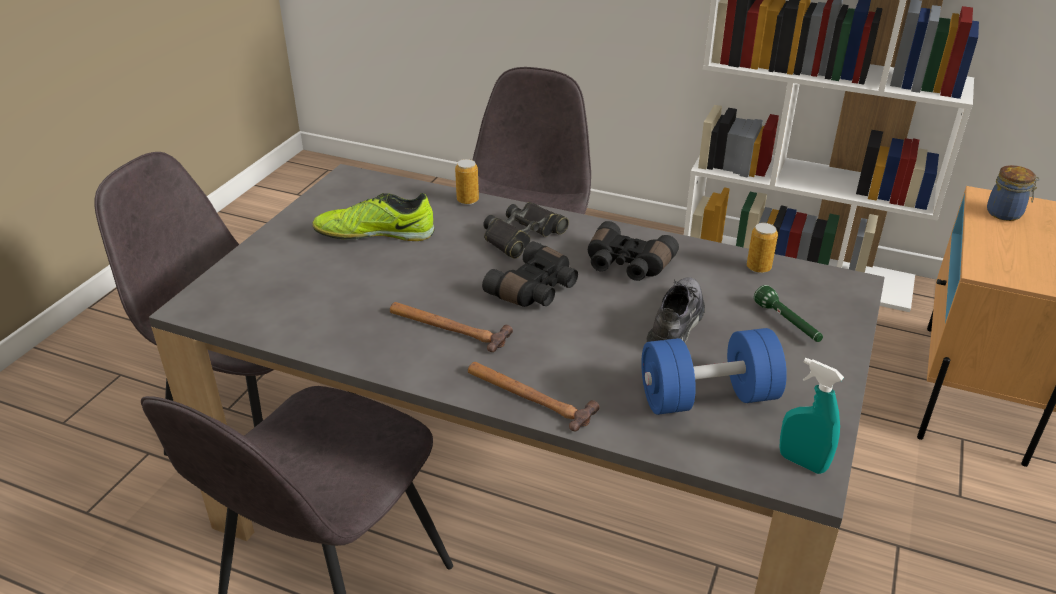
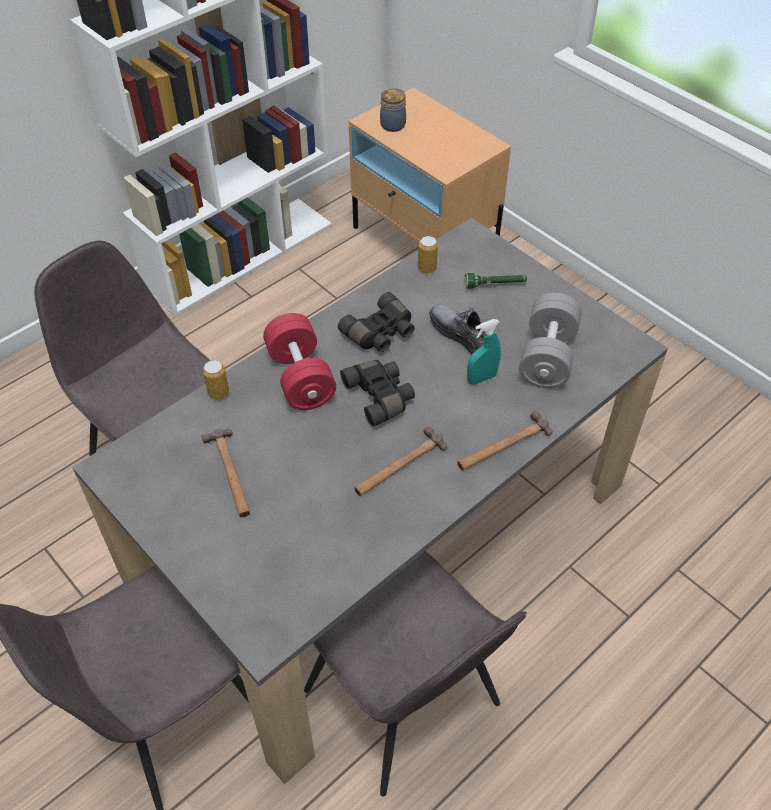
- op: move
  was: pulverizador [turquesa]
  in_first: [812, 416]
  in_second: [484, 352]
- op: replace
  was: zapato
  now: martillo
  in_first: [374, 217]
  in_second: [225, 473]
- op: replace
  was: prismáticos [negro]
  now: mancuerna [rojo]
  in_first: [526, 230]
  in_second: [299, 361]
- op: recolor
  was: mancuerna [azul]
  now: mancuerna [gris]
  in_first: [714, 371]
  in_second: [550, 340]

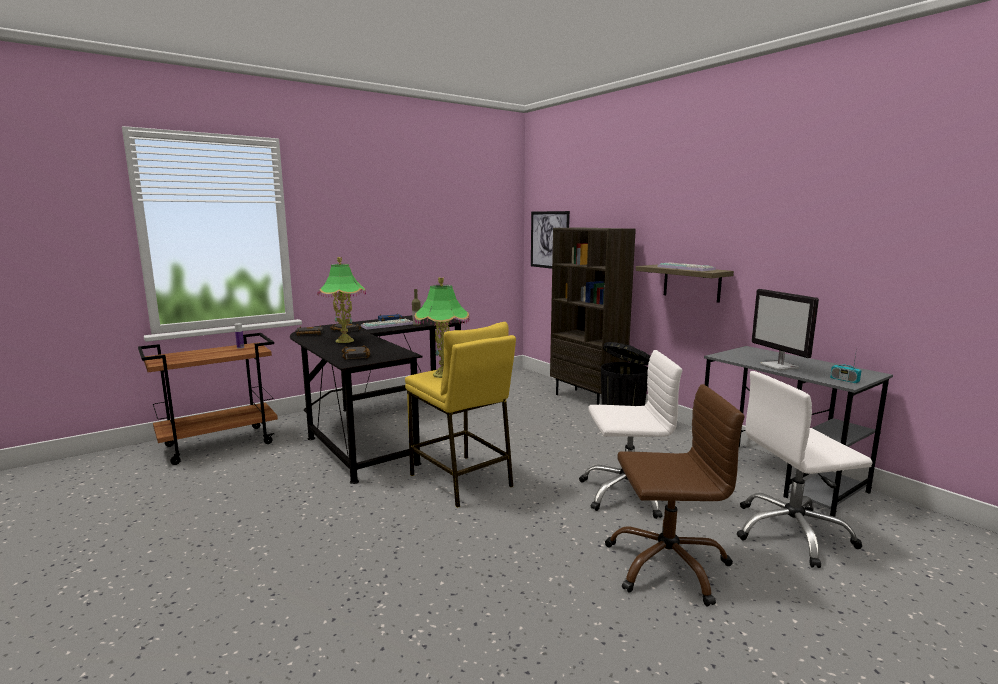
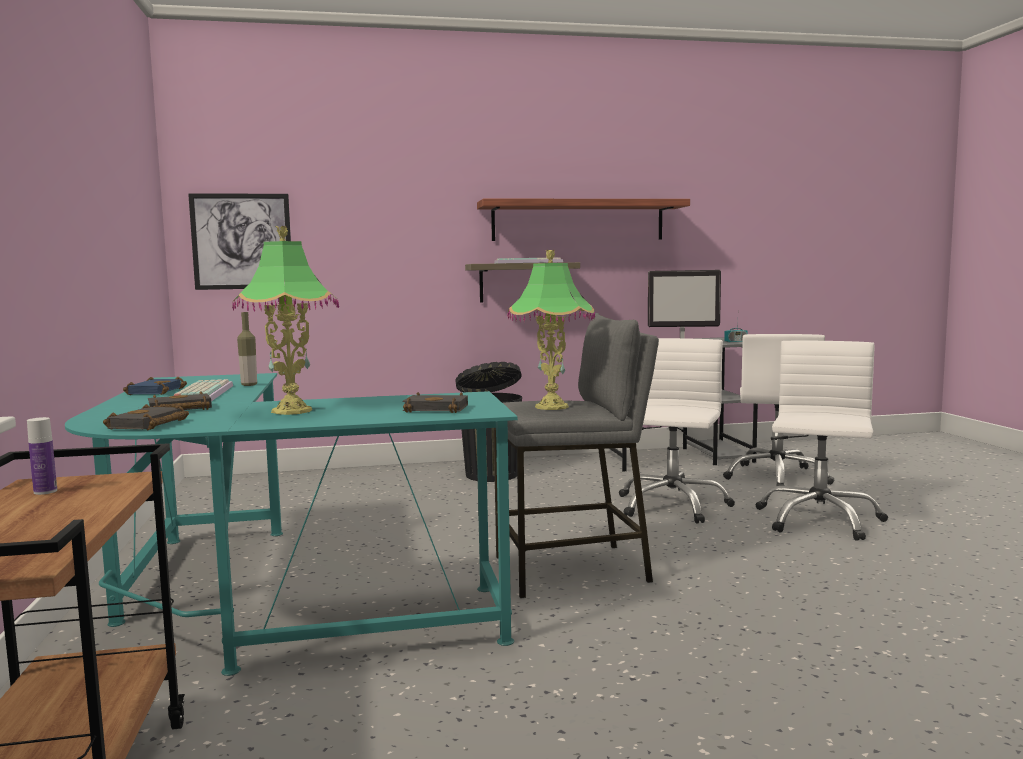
- op: delete
  was: estantería [marrón]
  in_first: [593, 316]
- op: insert
  now: estante
  in_second: [583, 220]
- op: recolor
  was: escritorio [negro]
  now: escritorio [turquesa]
  in_first: [377, 399]
  in_second: [291, 524]
- op: recolor
  was: taburete [amarillo]
  now: taburete [gris]
  in_first: [460, 415]
  in_second: [576, 455]
- op: recolor
  was: silla de oficina [marrón]
  now: silla de oficina [blanco]
  in_first: [675, 495]
  in_second: [822, 441]

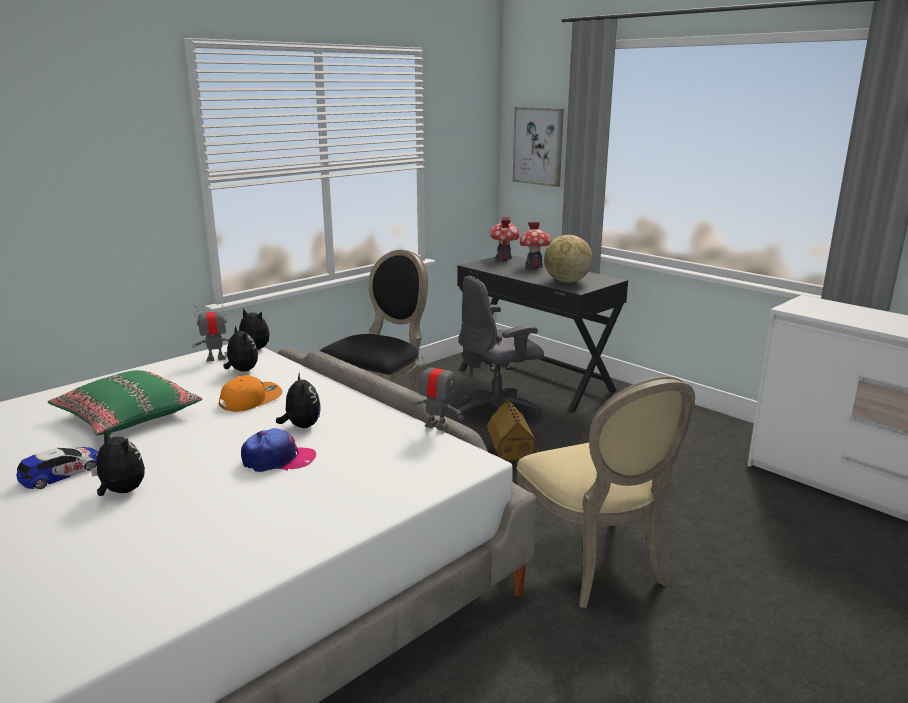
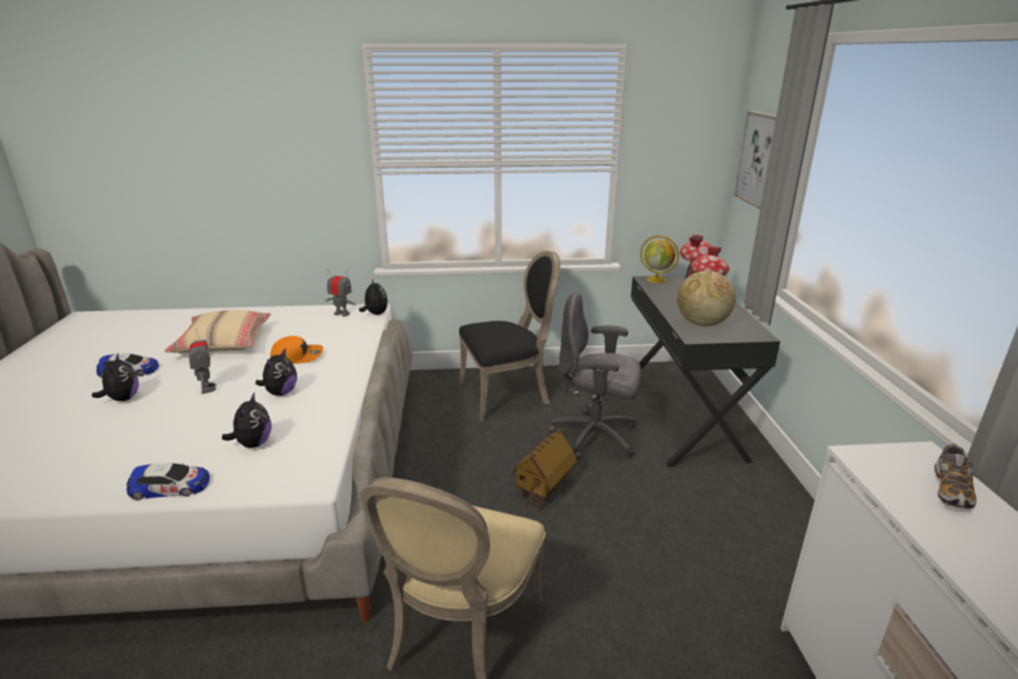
- op: delete
  was: gorra
  in_first: [278, 450]
- op: insert
  now: coche de juguete
  in_second: [168, 482]
- op: insert
  now: globo terráqueo
  in_second: [659, 259]
- op: insert
  now: zapato
  in_second: [955, 476]
- op: move
  was: peluche
  in_first: [240, 348]
  in_second: [246, 420]
- op: move
  was: robot de juguete
  in_first: [437, 394]
  in_second: [203, 361]
- op: recolor
  was: cojín [verde]
  now: cojín [beis]
  in_first: [125, 402]
  in_second: [217, 332]

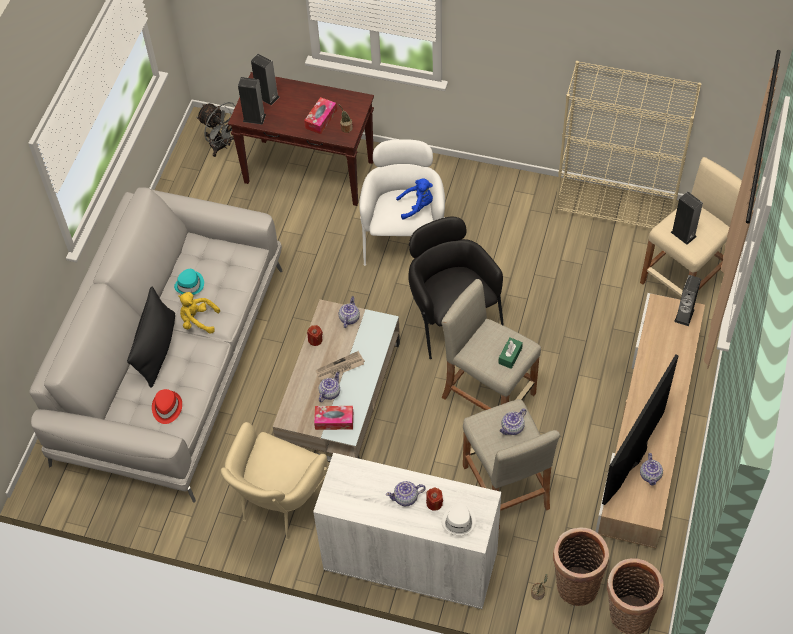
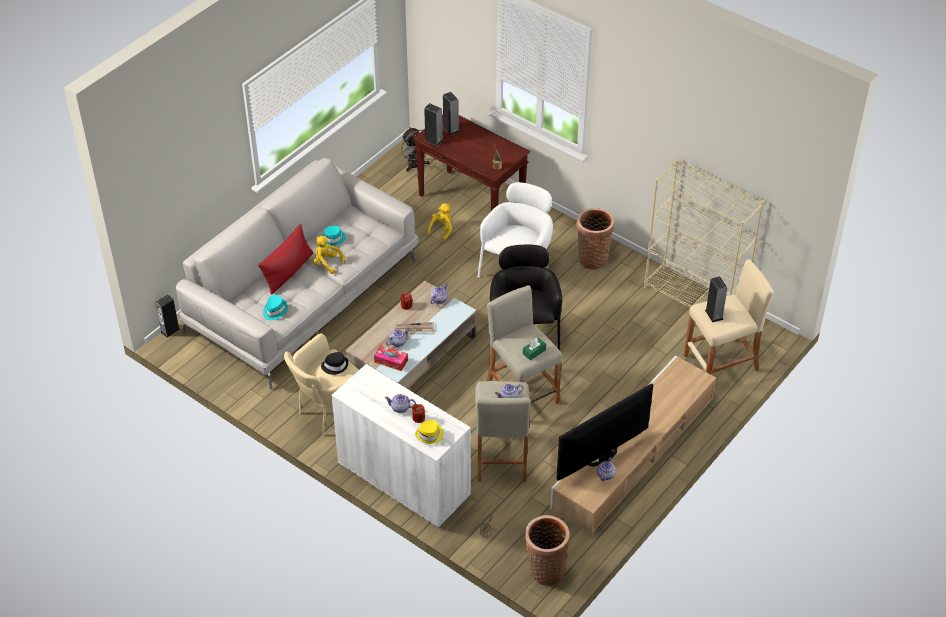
- op: delete
  was: caja de pañuelos
  in_first: [320, 115]
- op: delete
  was: peluche [azul]
  in_first: [414, 198]
- op: insert
  now: sombrero [negro]
  in_second: [334, 363]
- op: insert
  now: peluche [amarillo]
  in_second: [439, 222]
- op: move
  was: cesta
  in_first: [581, 567]
  in_second: [595, 239]
- op: move
  was: altavoz
  in_first: [687, 300]
  in_second: [167, 316]
- op: recolor
  was: cojín [negro]
  now: cojín [rojo]
  in_first: [151, 337]
  in_second: [286, 259]
- op: recolor
  was: sombrero [rojo]
  now: sombrero [turquesa]
  in_first: [167, 406]
  in_second: [275, 307]
- op: recolor
  was: sombrero [blanco]
  now: sombrero [amarillo]
  in_first: [459, 519]
  in_second: [429, 432]

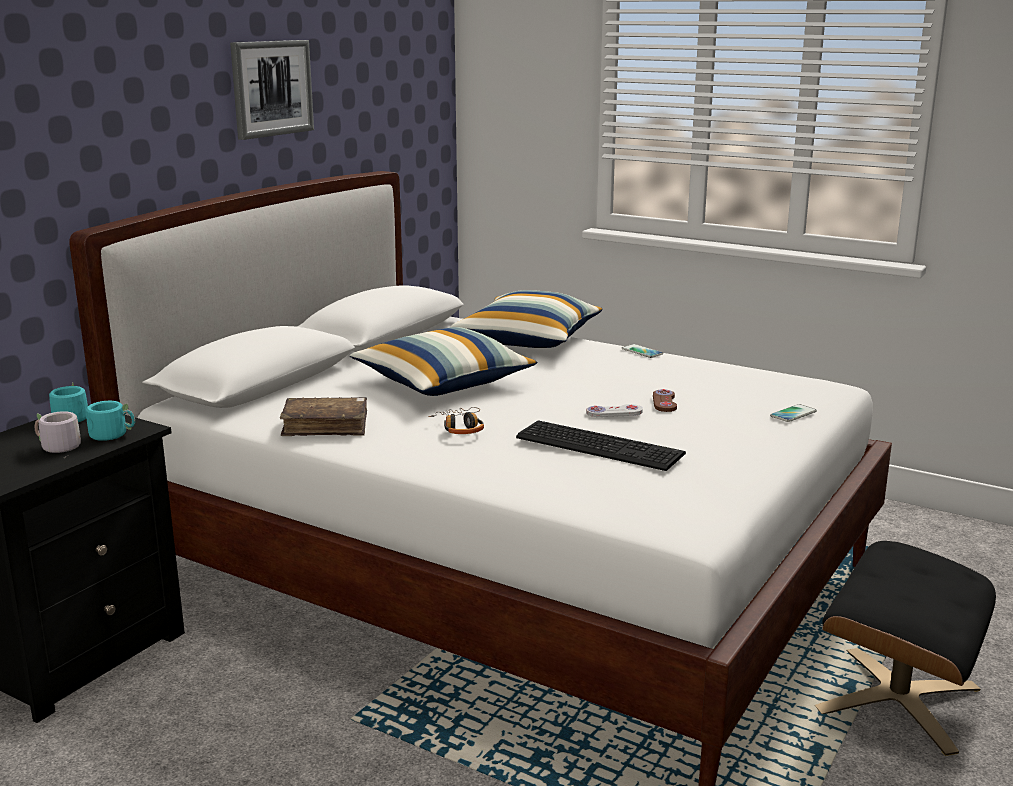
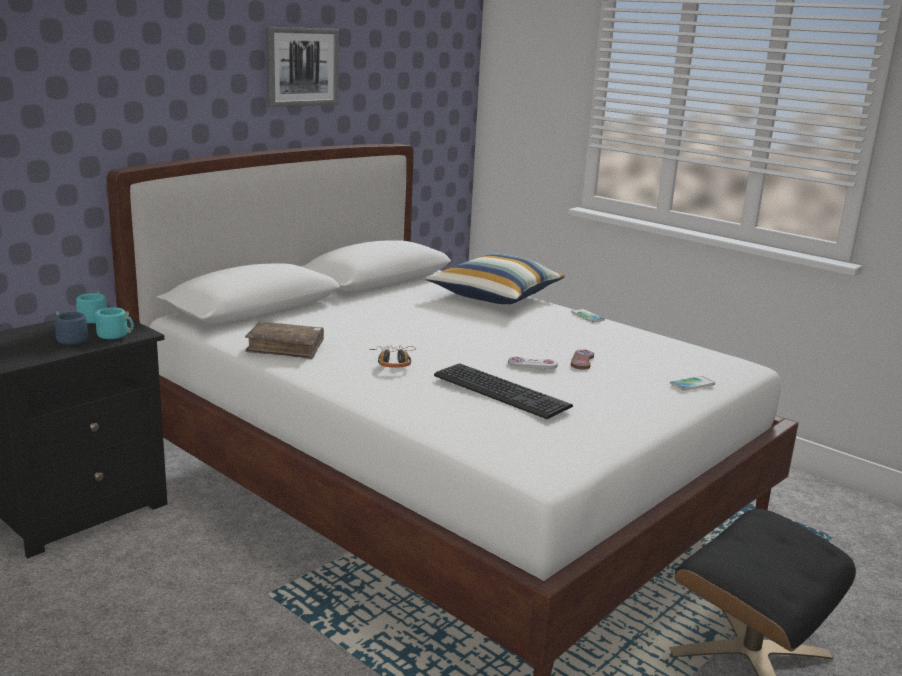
- op: delete
  was: cojín
  in_first: [443, 361]
- op: recolor
  was: taza grande [gris]
  now: taza grande [azul]
  in_first: [58, 434]
  in_second: [71, 330]

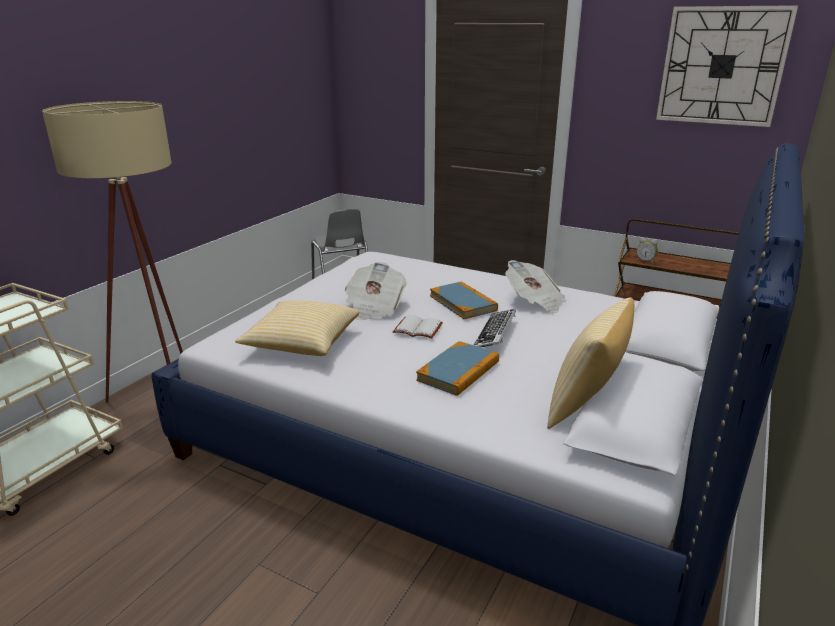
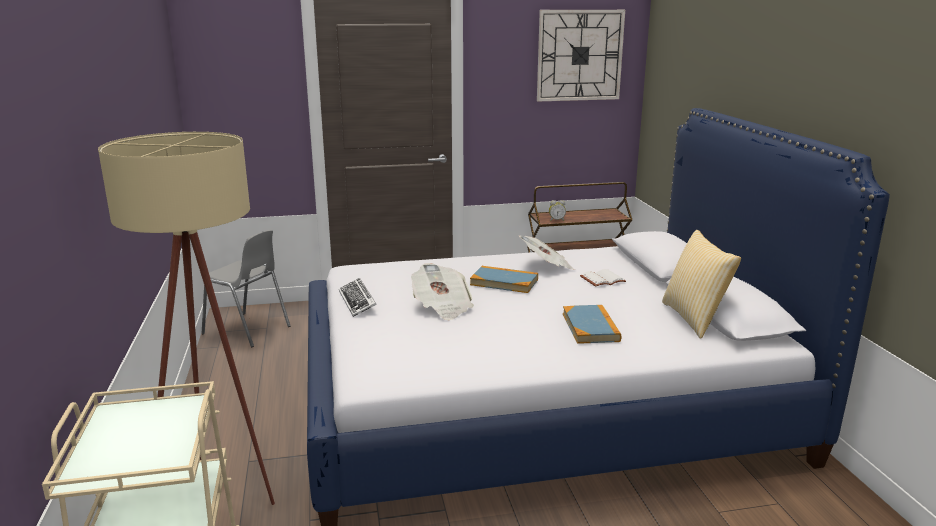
- op: delete
  was: cojín
  in_first: [297, 328]
- op: move
  was: libro [blanco]
  in_first: [418, 327]
  in_second: [603, 278]
- op: move
  was: teclado
  in_first: [495, 328]
  in_second: [358, 297]

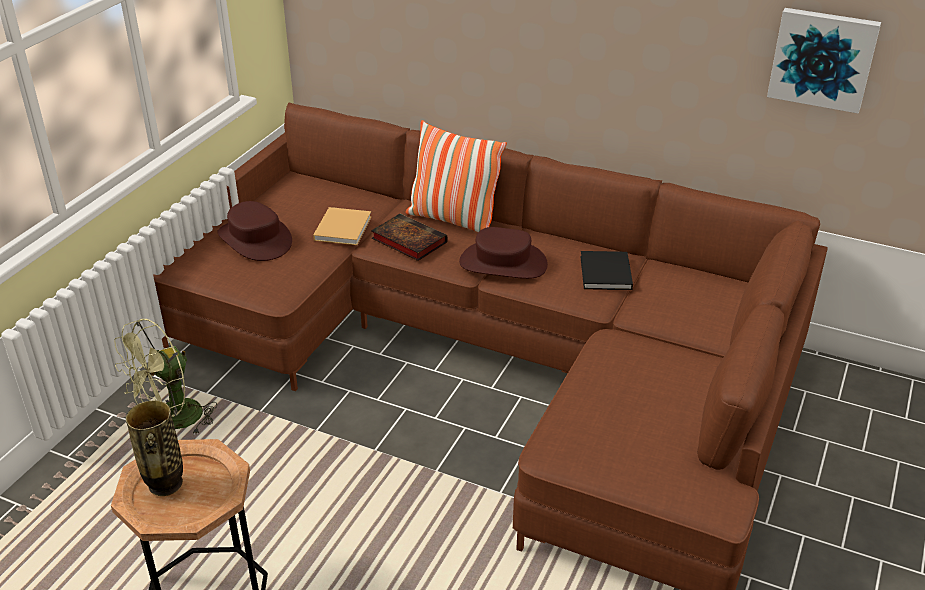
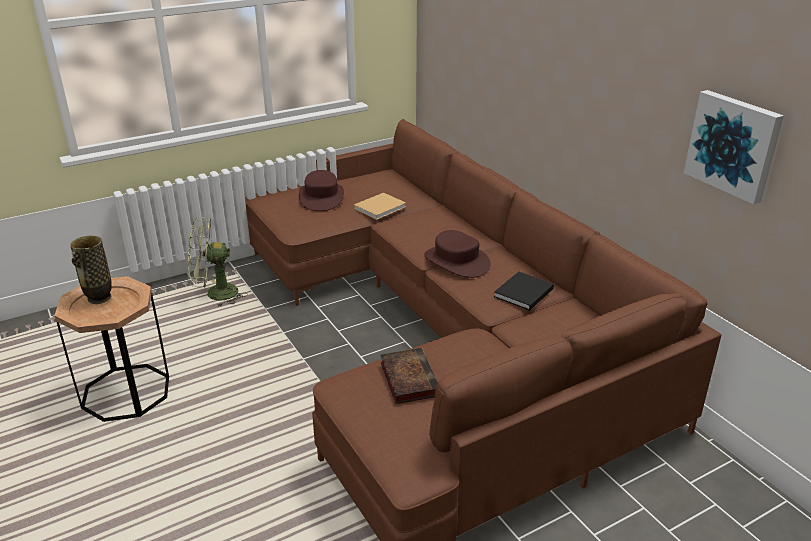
- op: delete
  was: cojín
  in_first: [456, 176]
- op: move
  was: libro
  in_first: [409, 237]
  in_second: [409, 376]

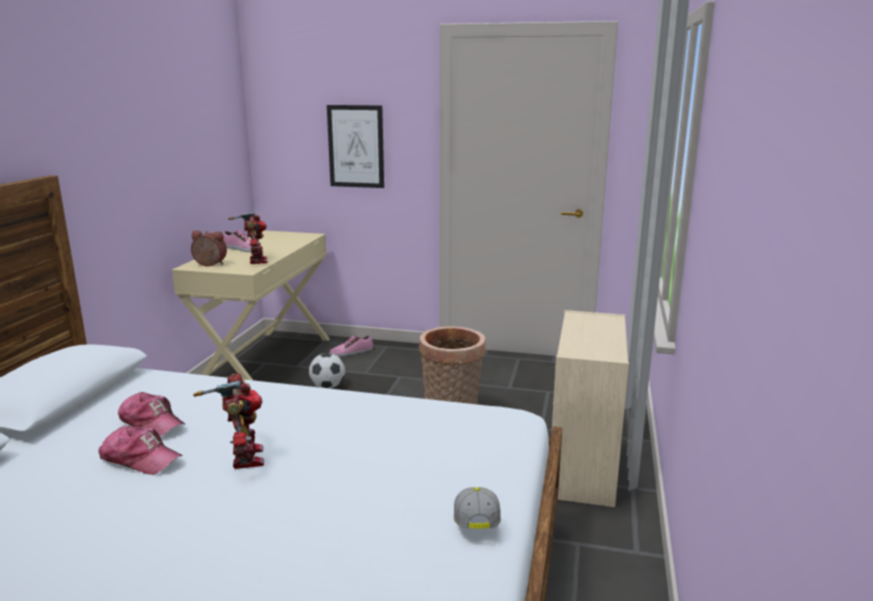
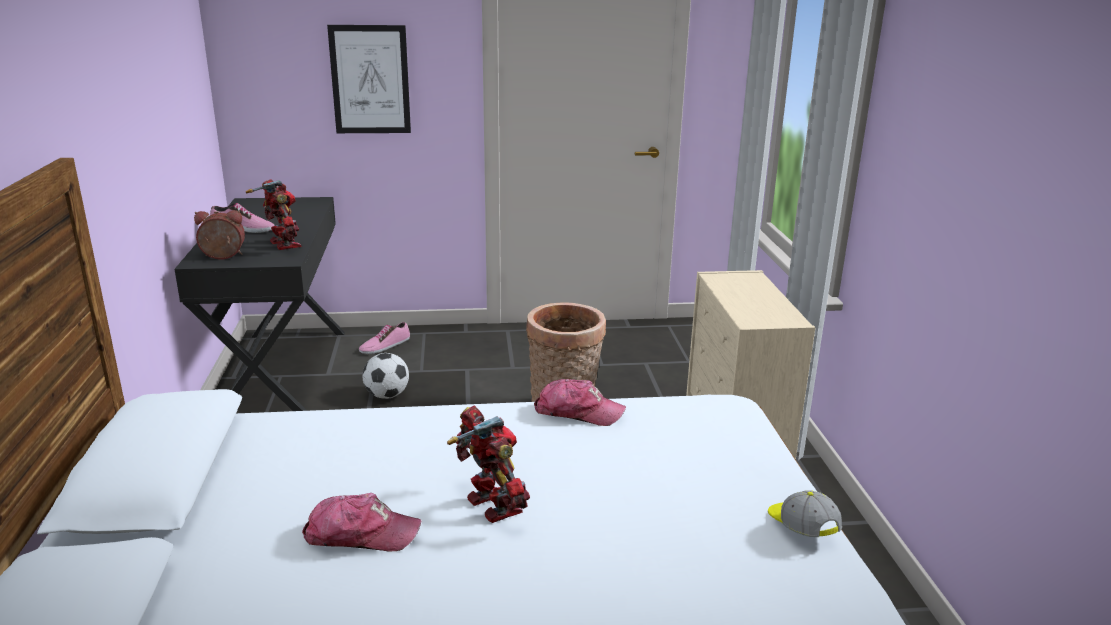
- op: move
  was: gorra
  in_first: [152, 414]
  in_second: [580, 402]
- op: recolor
  was: escritorio [beis]
  now: escritorio [negro]
  in_first: [251, 305]
  in_second: [259, 304]

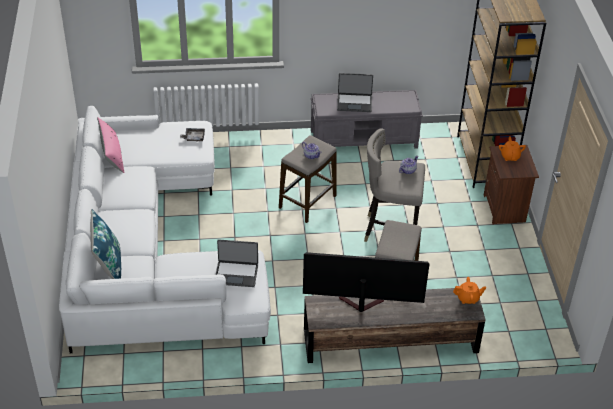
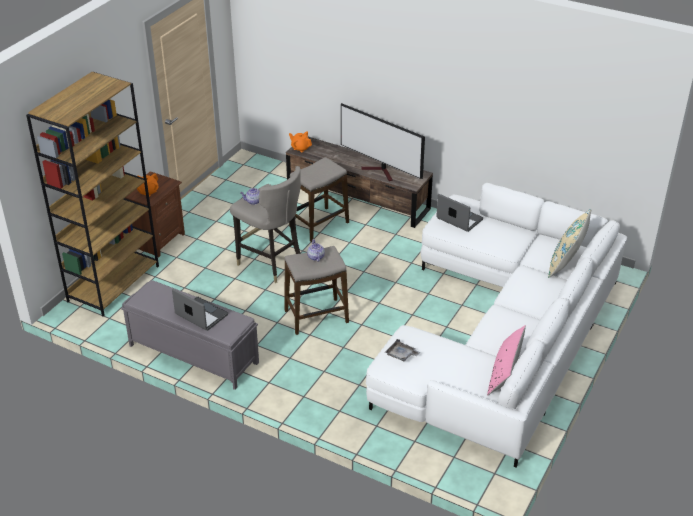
- op: recolor
  was: cojín [azul]
  now: cojín [beis]
  in_first: [105, 244]
  in_second: [569, 243]

